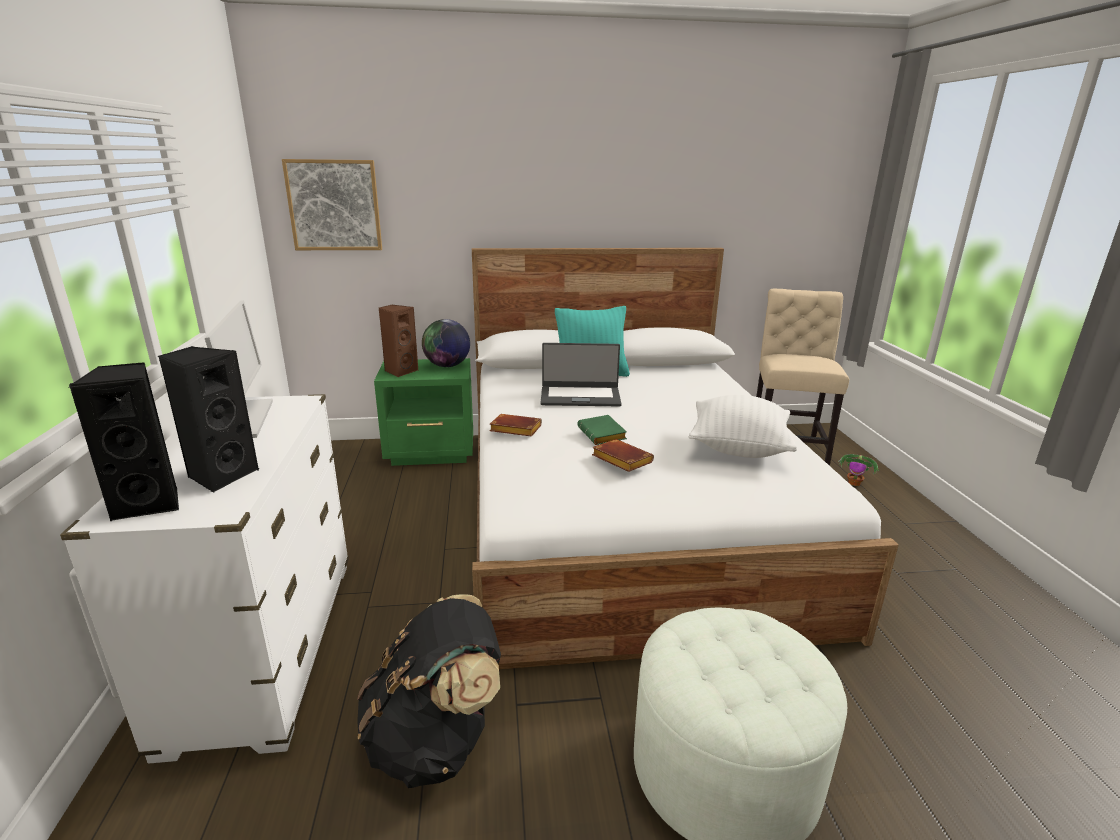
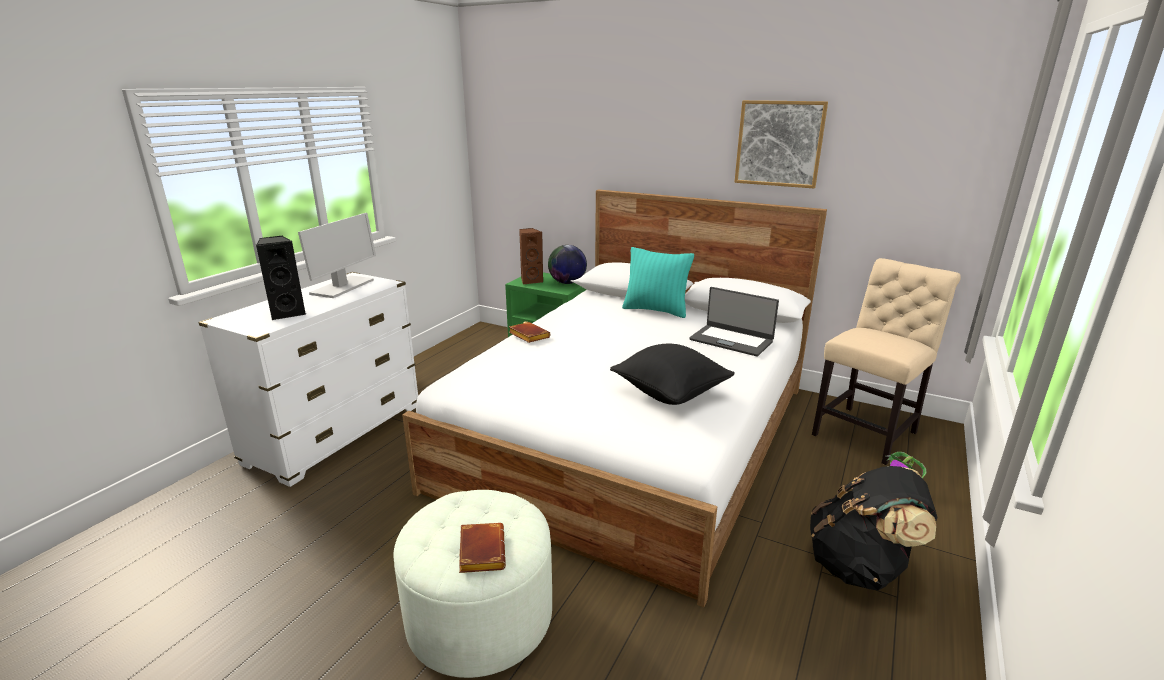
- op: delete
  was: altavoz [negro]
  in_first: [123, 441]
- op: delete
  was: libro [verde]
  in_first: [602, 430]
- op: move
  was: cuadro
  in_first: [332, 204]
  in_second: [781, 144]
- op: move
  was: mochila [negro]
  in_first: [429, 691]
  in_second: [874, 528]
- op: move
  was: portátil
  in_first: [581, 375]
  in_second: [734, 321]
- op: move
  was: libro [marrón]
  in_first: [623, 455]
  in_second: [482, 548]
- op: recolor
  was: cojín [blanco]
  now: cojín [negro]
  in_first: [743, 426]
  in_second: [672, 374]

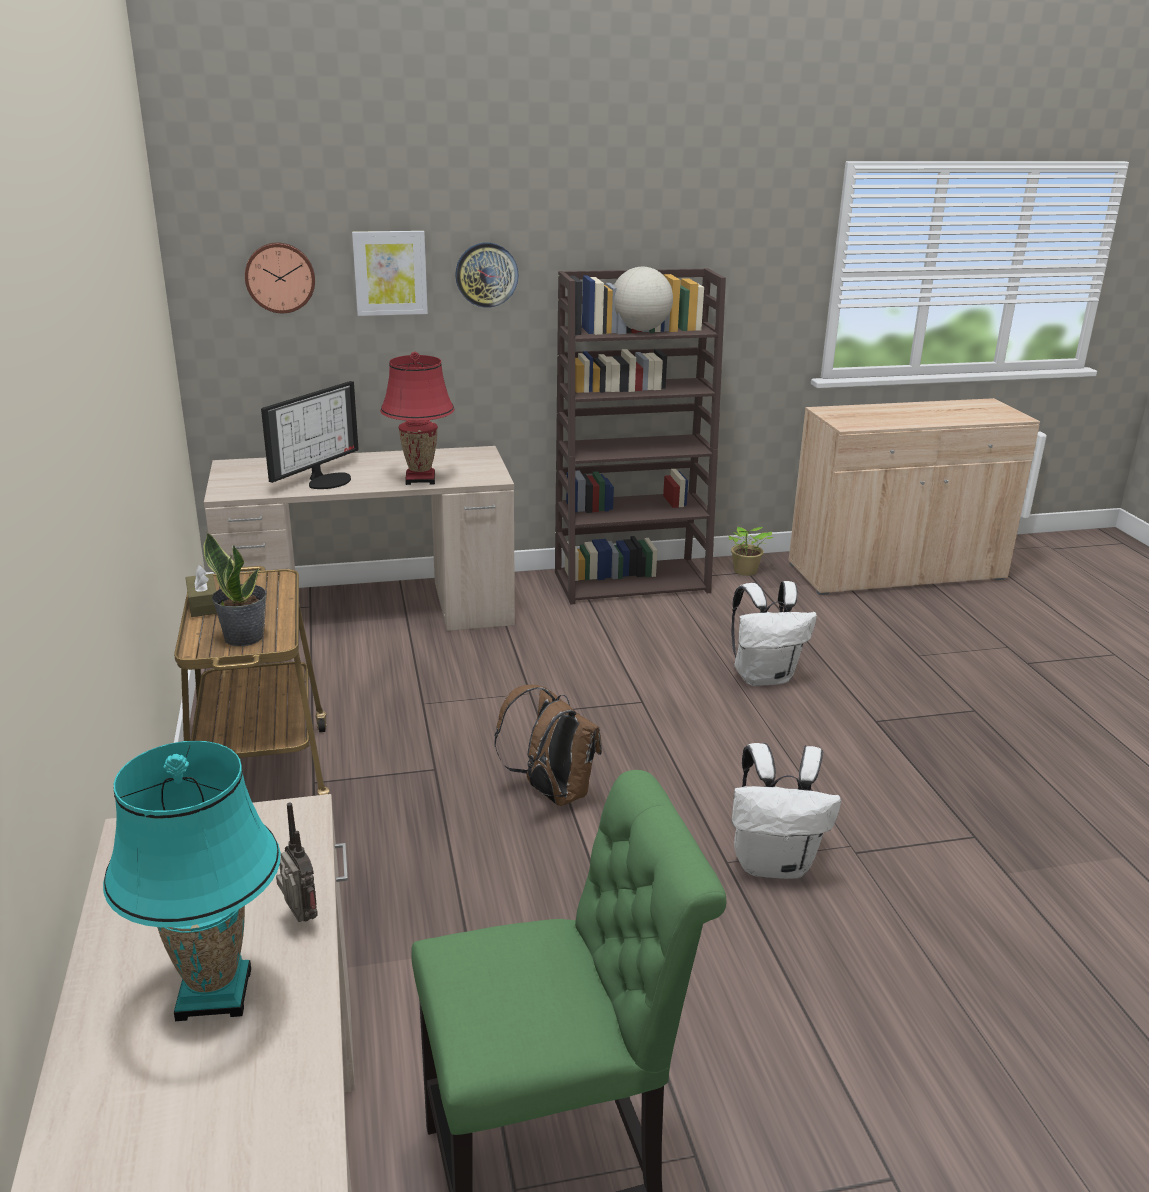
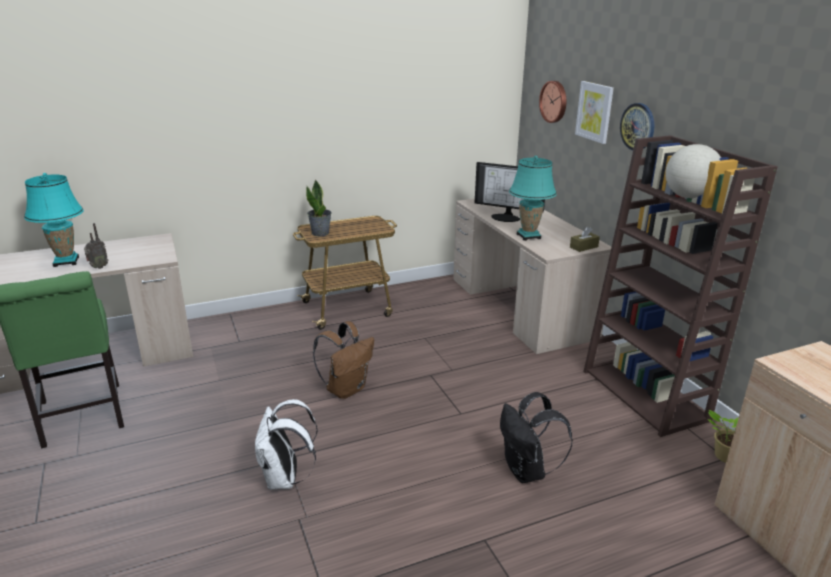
- op: move
  was: caja de pañuelos [marrón]
  in_first: [201, 591]
  in_second: [585, 239]
- op: recolor
  was: lámpara de mesa [rojo]
  now: lámpara de mesa [turquesa]
  in_first: [417, 418]
  in_second: [533, 198]
- op: recolor
  was: mochila [blanco]
  now: mochila [negro]
  in_first: [774, 633]
  in_second: [536, 437]

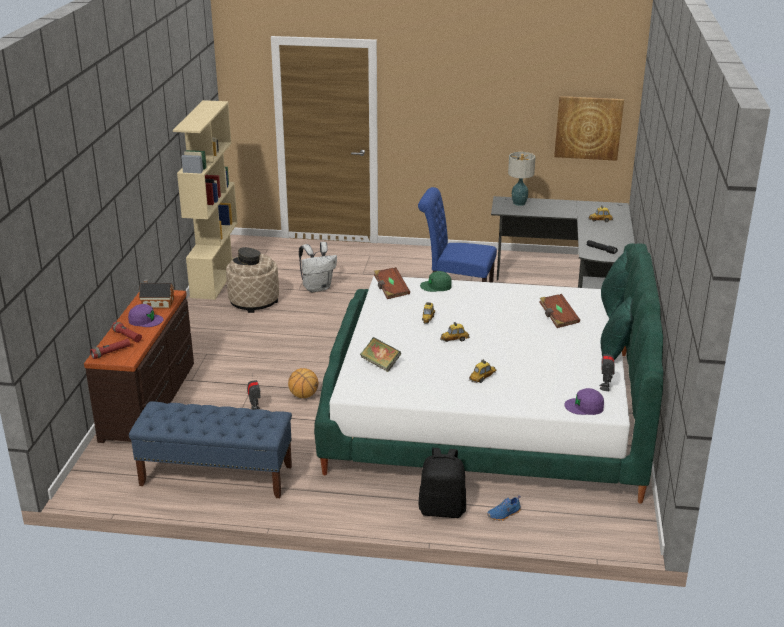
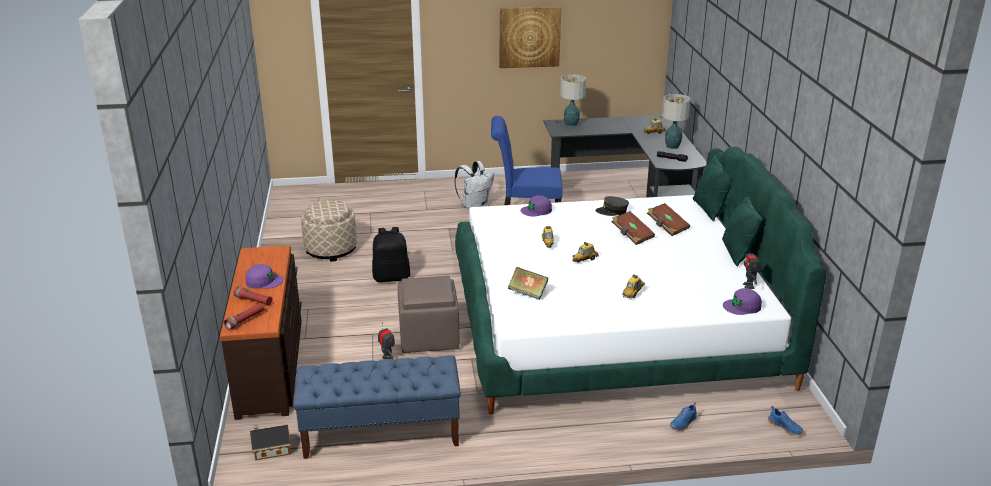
- op: delete
  was: estantería [beis]
  in_first: [205, 200]
- op: insert
  now: lámpara de mesa
  in_second: [676, 121]
- op: insert
  now: zapato [azul]
  in_second: [785, 420]
- op: move
  was: casita
  in_first: [156, 294]
  in_second: [270, 443]
- op: move
  was: gorra [gris]
  in_first: [247, 256]
  in_second: [612, 206]
- op: move
  was: mochila [blanco]
  in_first: [318, 267]
  in_second: [474, 185]
- op: move
  was: libro [marrón]
  in_first: [392, 283]
  in_second: [633, 228]
- op: move
  was: mochila [negro]
  in_first: [442, 483]
  in_second: [391, 254]
- op: move
  was: cuadro
  in_first: [589, 128]
  in_second: [530, 37]
- op: replace
  was: balón de baloncesto
  now: puf [marrón]
  in_first: [303, 383]
  in_second: [428, 314]
- op: recolor
  was: gorra [verde]
  now: gorra [morado]
  in_first: [436, 281]
  in_second: [536, 206]

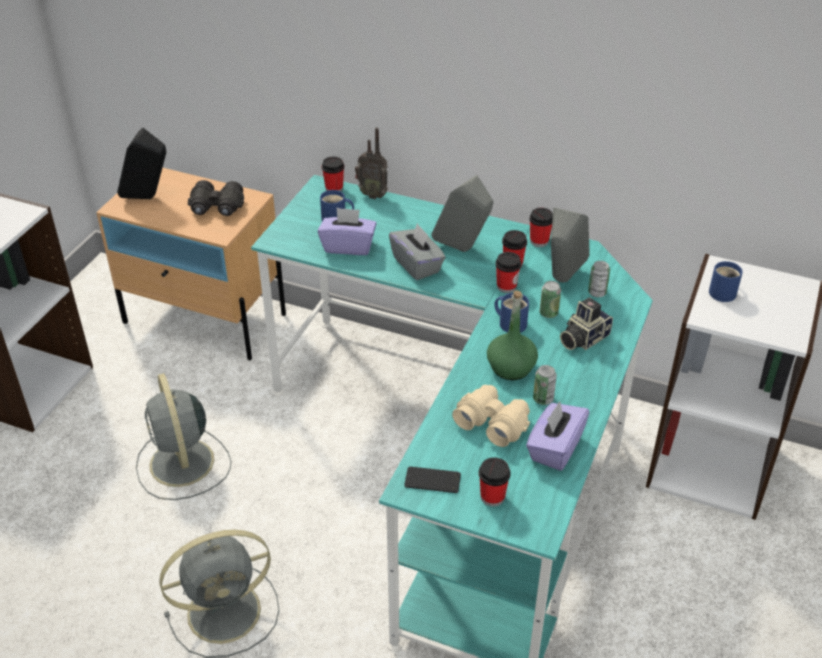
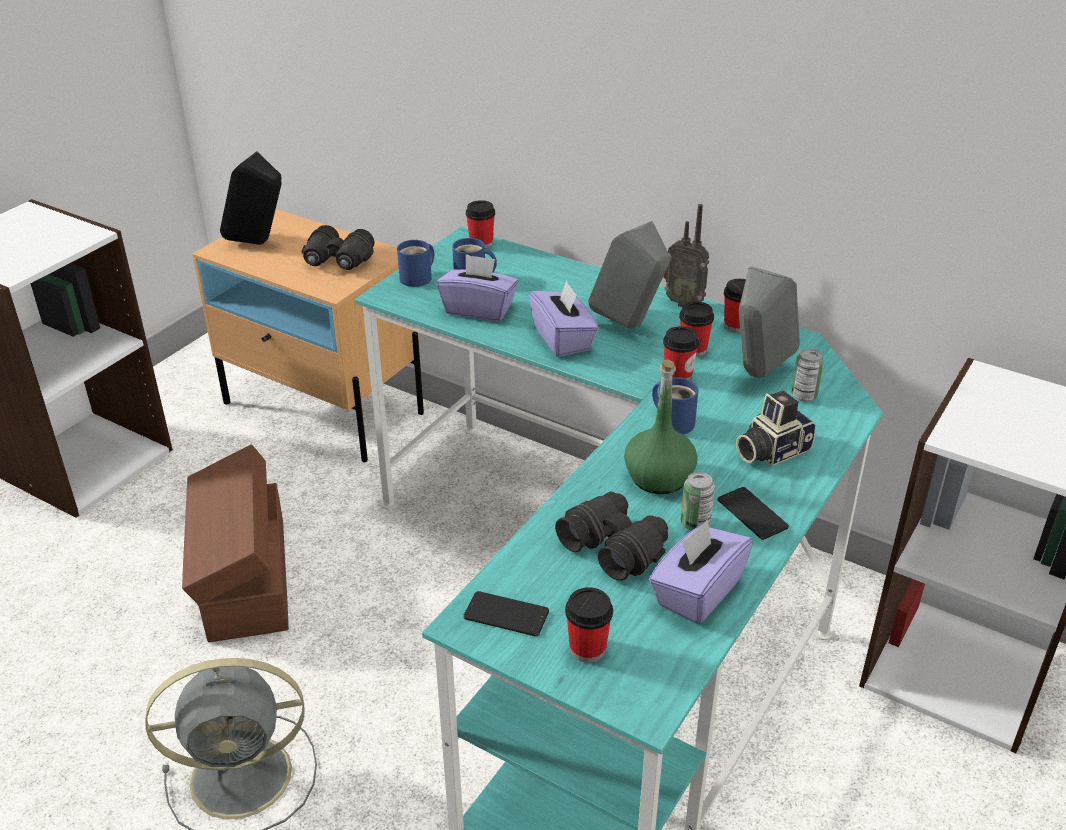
- op: delete
  was: lata
  in_first: [550, 299]
- op: insert
  now: móvil
  in_second: [753, 513]
- op: move
  was: radio
  in_first: [371, 163]
  in_second: [686, 255]
- op: move
  was: taza grande [azul]
  in_first: [726, 281]
  in_second: [415, 263]
- op: replace
  was: ventilador [gris]
  now: caja de almacenaje [marrón]
  in_first: [183, 436]
  in_second: [235, 543]
- op: recolor
  was: caja de pañuelos [gris]
  now: caja de pañuelos [morado]
  in_first: [417, 251]
  in_second: [564, 318]
- op: recolor
  was: prismáticos [beis]
  now: prismáticos [negro]
  in_first: [491, 416]
  in_second: [611, 536]

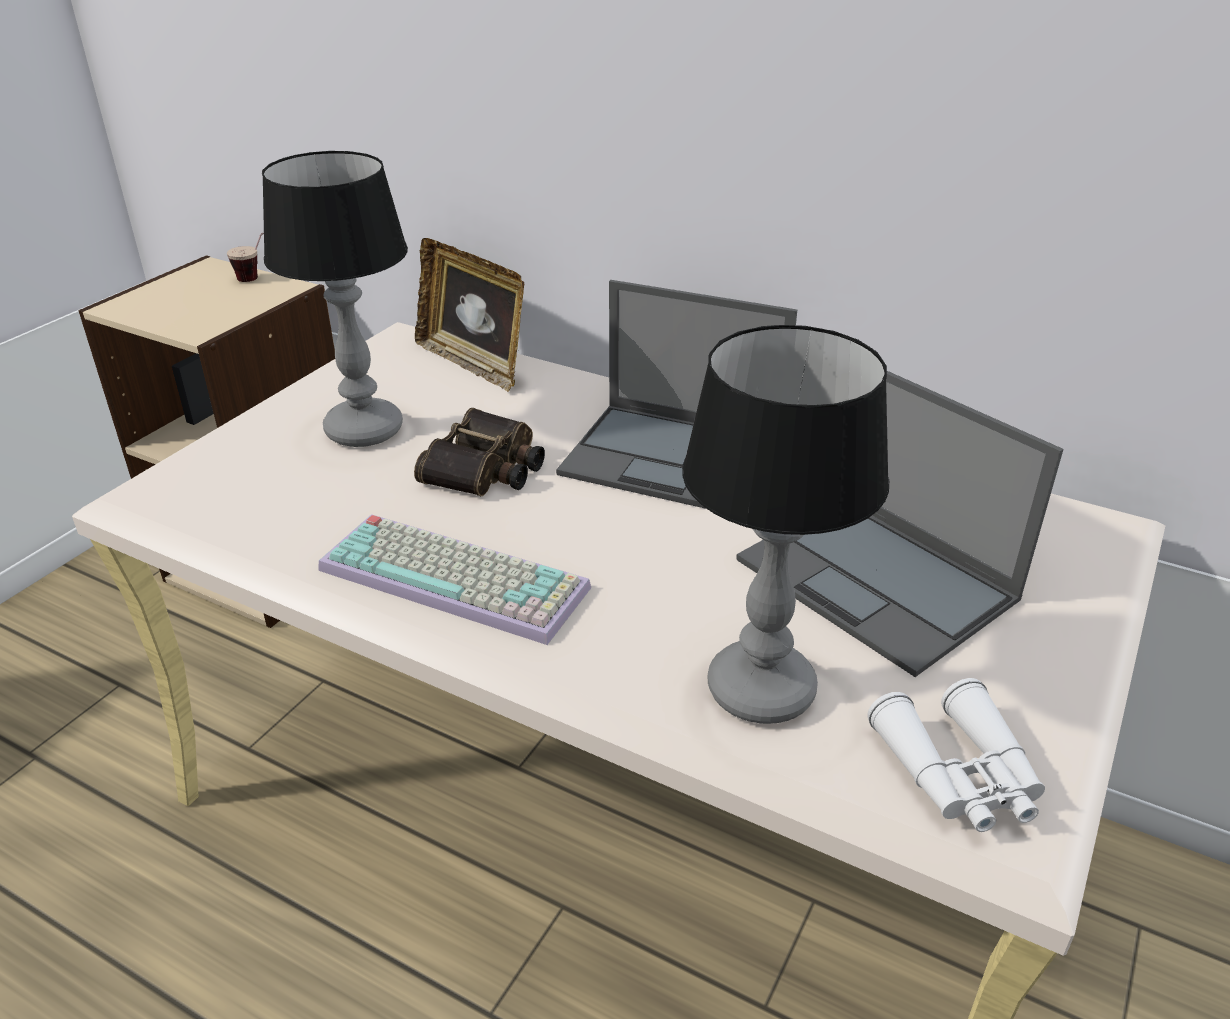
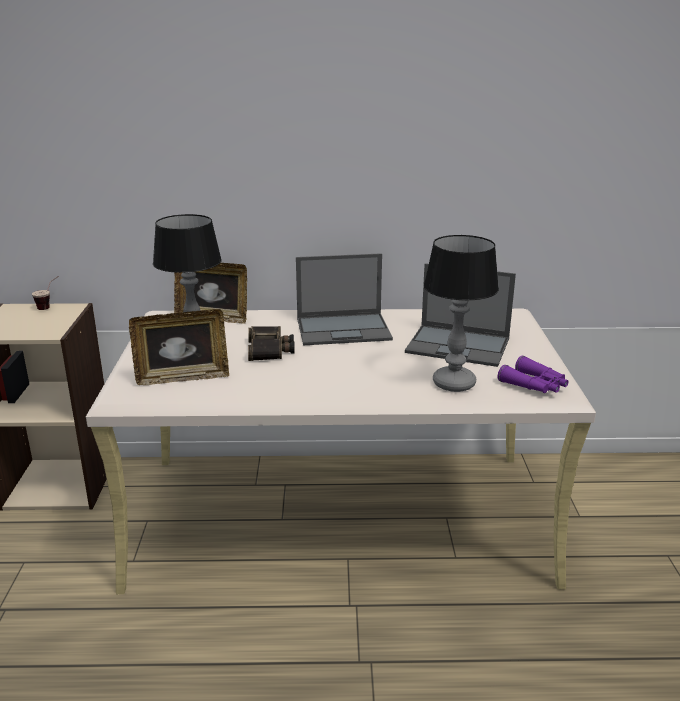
- op: delete
  was: teclado
  in_first: [454, 579]
- op: insert
  now: portarretratos
  in_second: [179, 347]
- op: recolor
  was: prismáticos [blanco]
  now: prismáticos [morado]
  in_first: [956, 755]
  in_second: [533, 374]

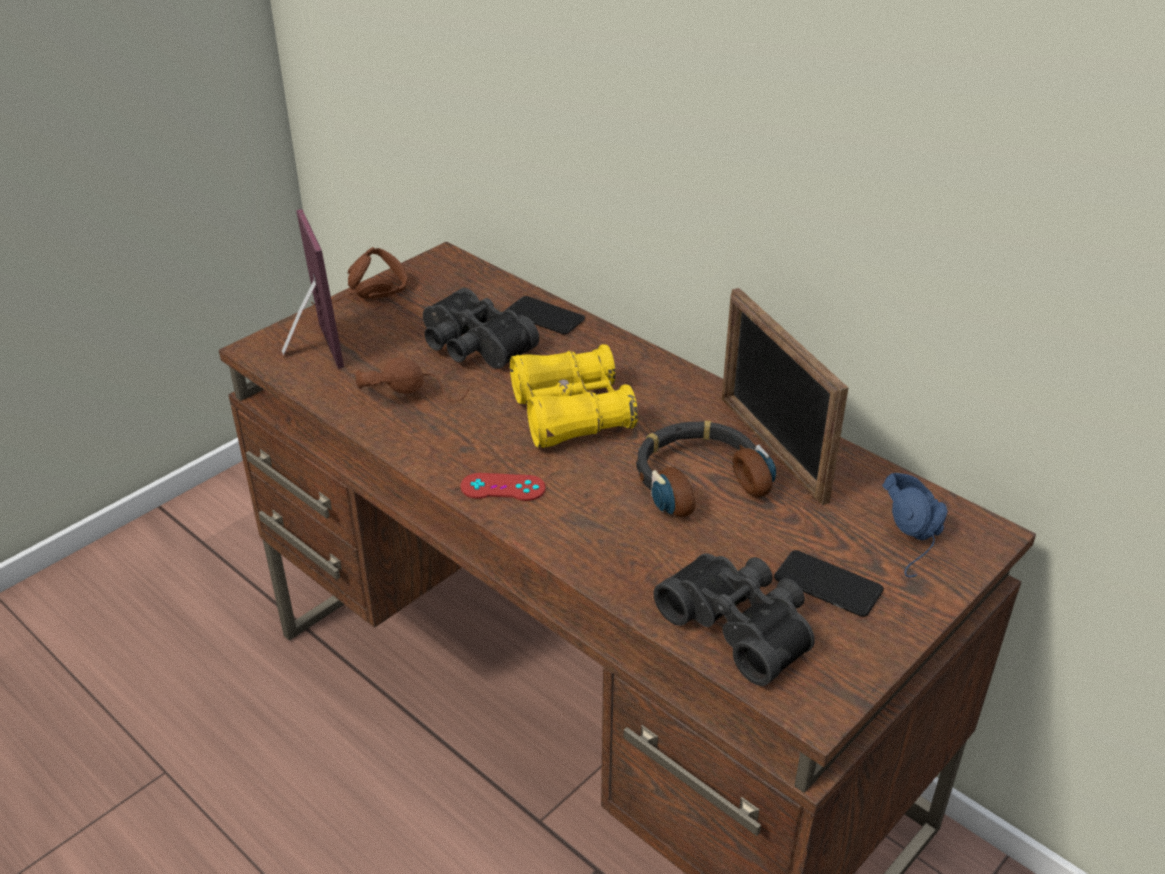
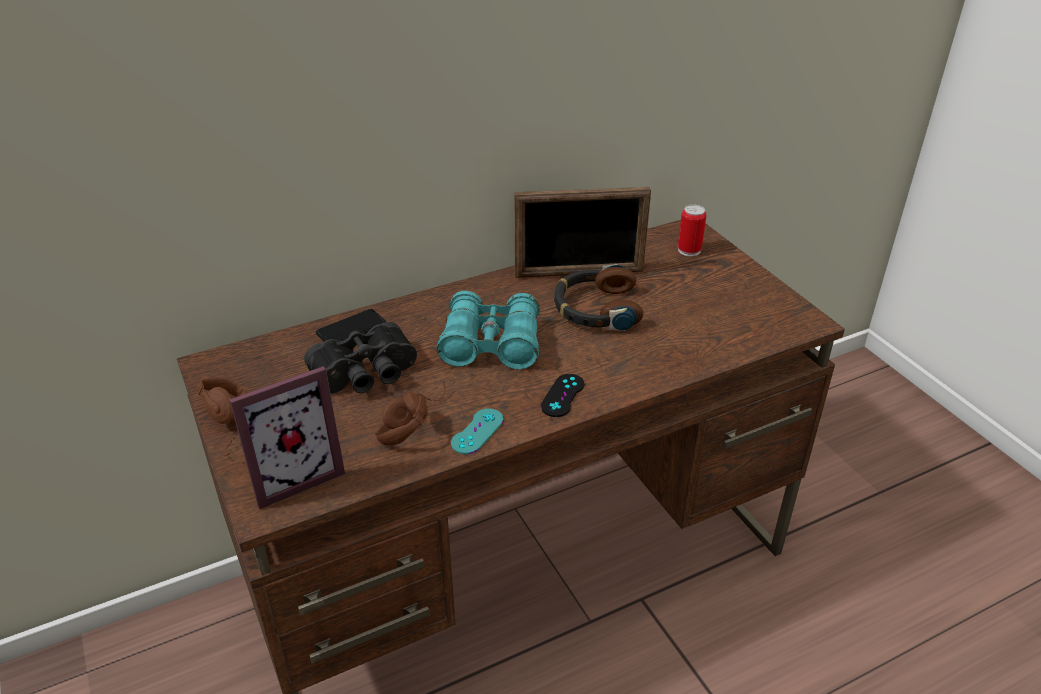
- op: delete
  was: prismáticos [negro]
  in_first: [734, 619]
- op: delete
  was: móvil
  in_first: [828, 583]
- op: insert
  now: mando de consola [turquesa]
  in_second: [477, 431]
- op: replace
  was: auriculares [azul]
  now: lata
  in_first: [915, 525]
  in_second: [692, 230]
- op: recolor
  was: mando de consola [rojo]
  now: mando de consola [negro]
  in_first: [503, 487]
  in_second: [562, 395]
- op: recolor
  was: prismáticos [amarillo]
  now: prismáticos [turquesa]
  in_first: [574, 396]
  in_second: [488, 330]
- op: rotate
  was: portarretratos
  in_first: [313, 289]
  in_second: [287, 437]
  clockwise: 150

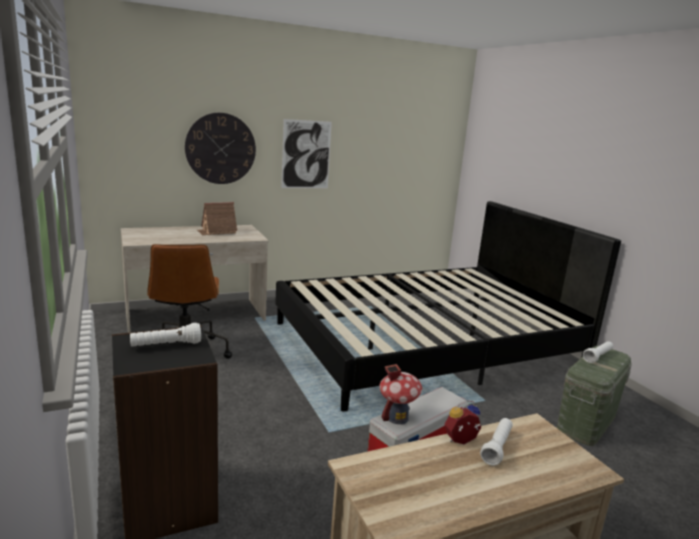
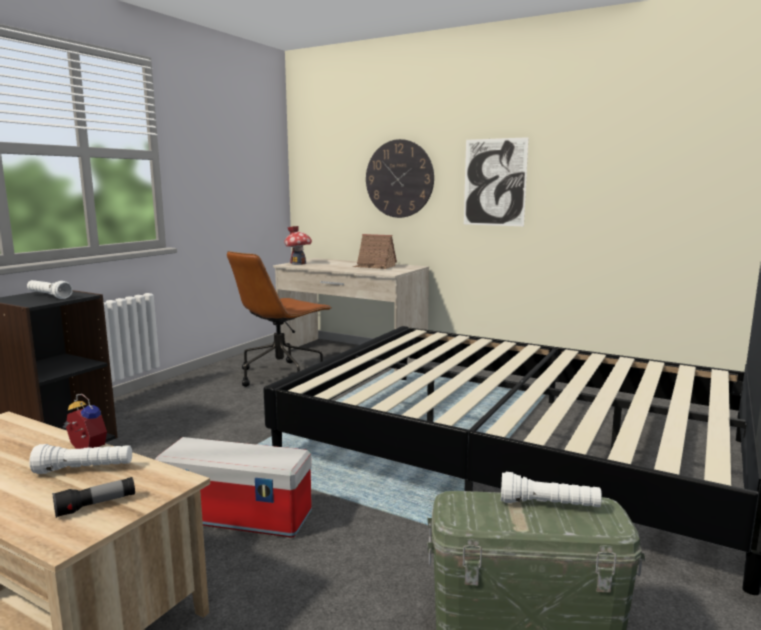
- op: insert
  now: linterna
  in_second: [93, 497]
- op: move
  was: casita
  in_first: [401, 394]
  in_second: [298, 245]

